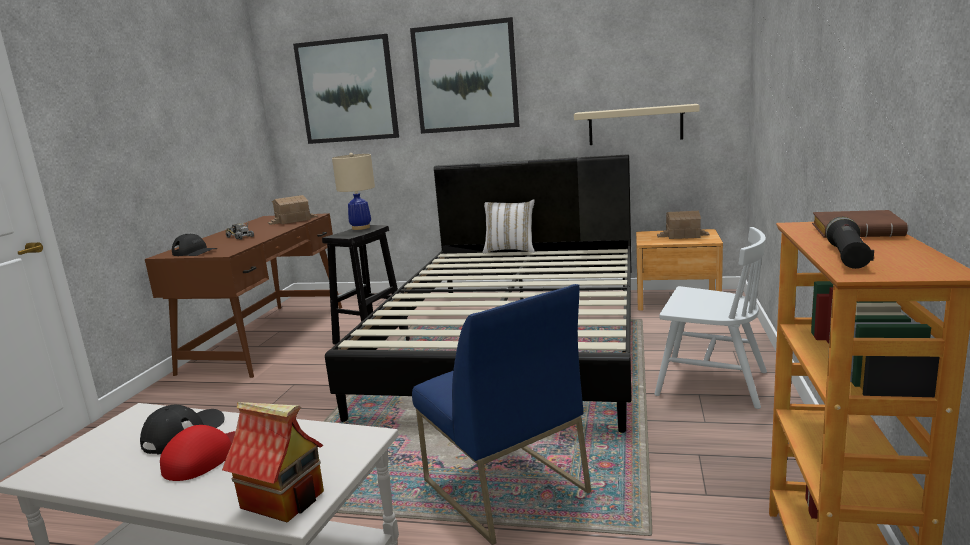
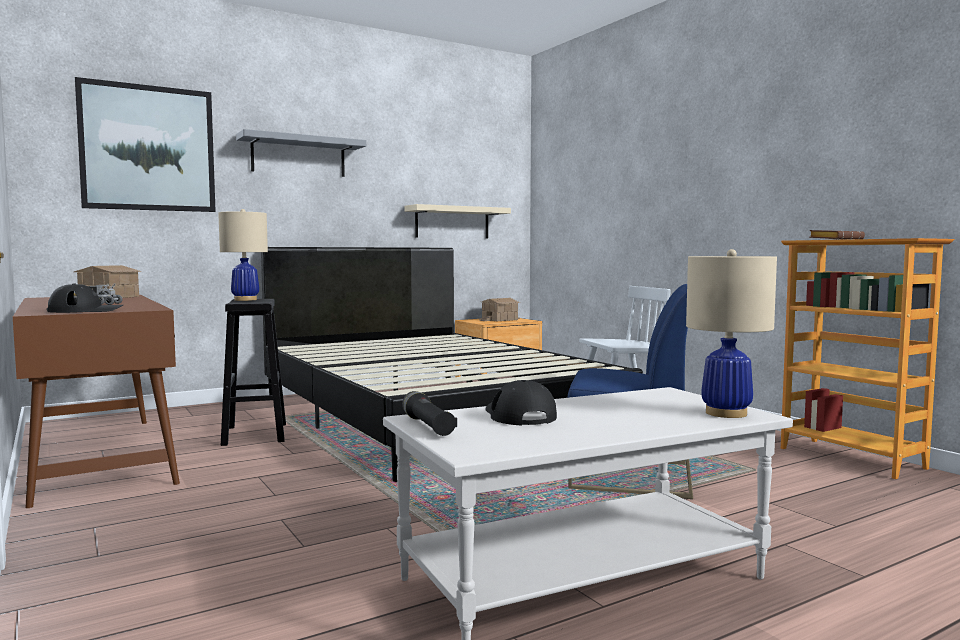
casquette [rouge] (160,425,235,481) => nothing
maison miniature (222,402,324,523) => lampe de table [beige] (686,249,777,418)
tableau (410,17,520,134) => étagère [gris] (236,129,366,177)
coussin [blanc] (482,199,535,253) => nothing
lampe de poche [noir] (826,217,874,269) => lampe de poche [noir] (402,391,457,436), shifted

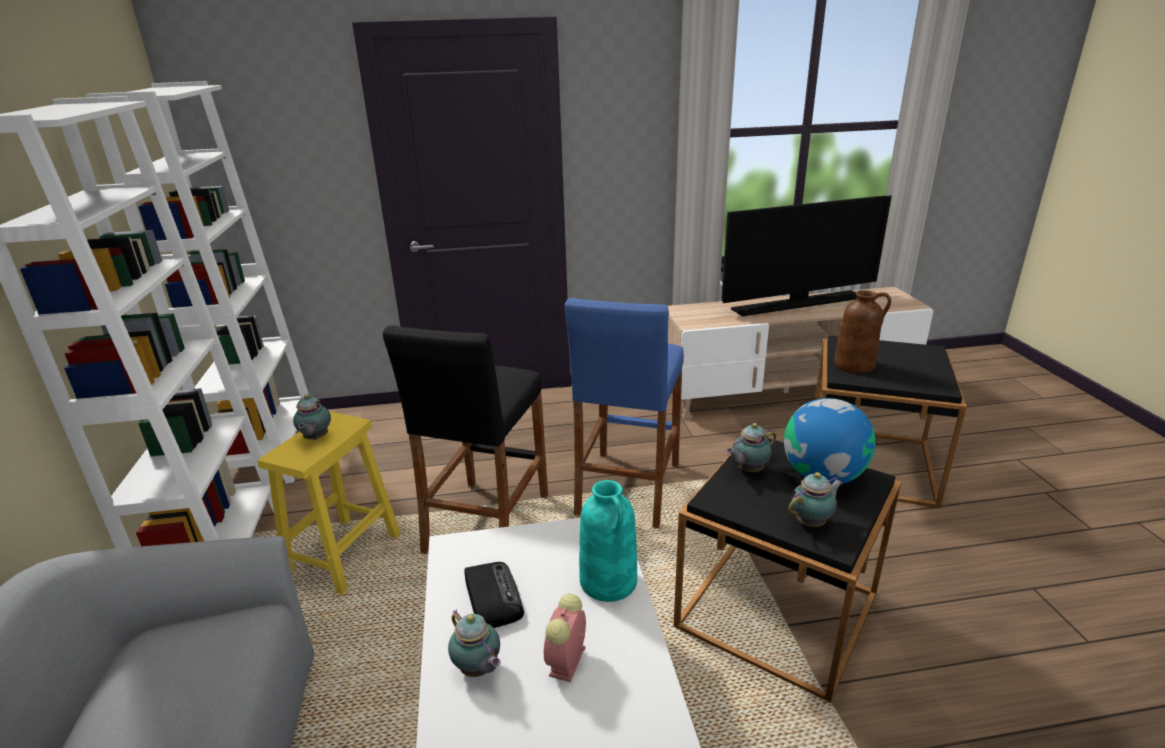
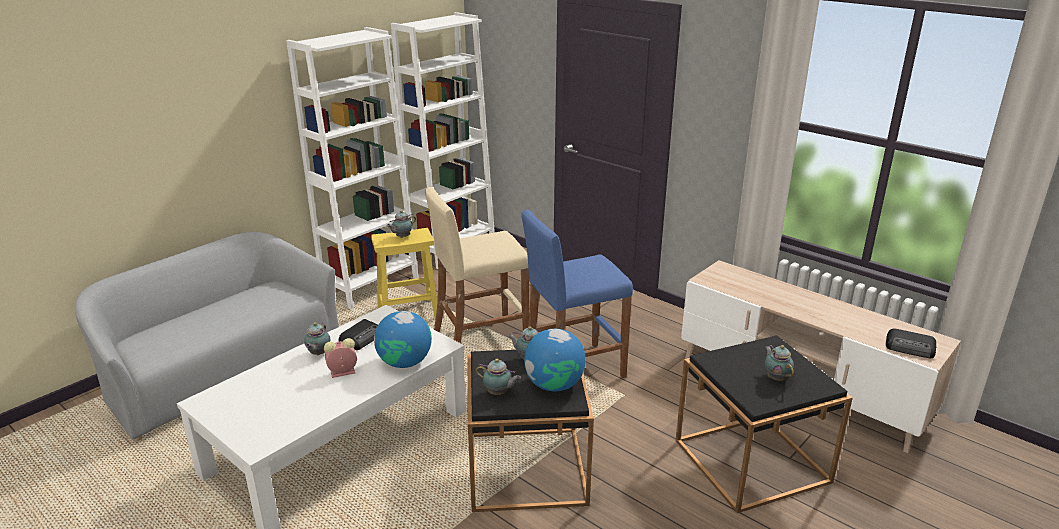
tabouret [noir] (383,325,548,554) => tabouret [beige] (425,187,529,343)
vase [turquoise] (579,480,637,602) => globe (374,311,432,368)
téléviseur (721,195,892,316) => nothing
vase [marron] (834,290,891,373) => nothing
nothing => théière (765,345,794,381)
nothing => radio (886,329,936,358)

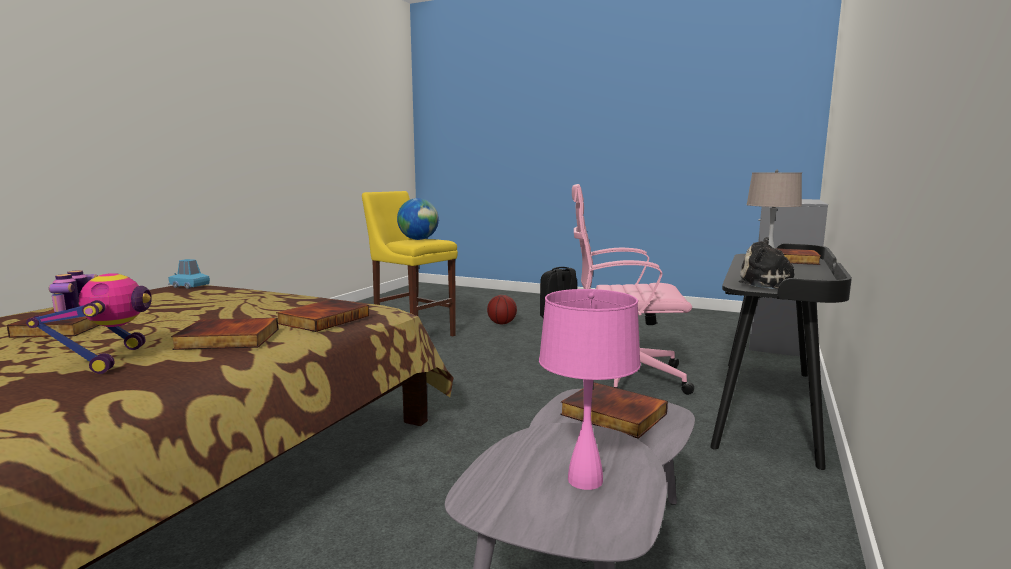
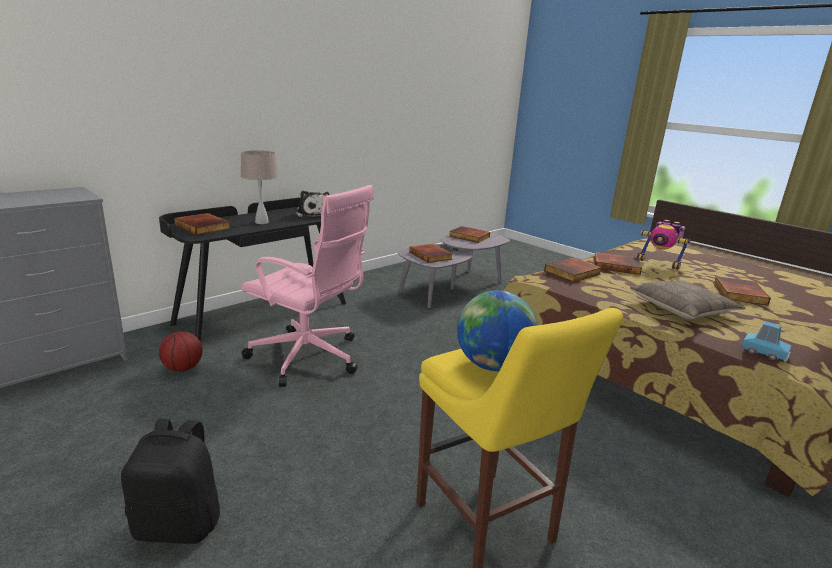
robot jouet (26,270,152,374) => robot jouet (636,220,691,269), 60 degrees counterclockwise
ballon de basket (487,295,517,324) => ballon de basket (159,331,203,371), shifted
lampe de table [rose] (539,289,641,490) => livre (449,226,490,243)
nothing => coussin (630,280,745,320)

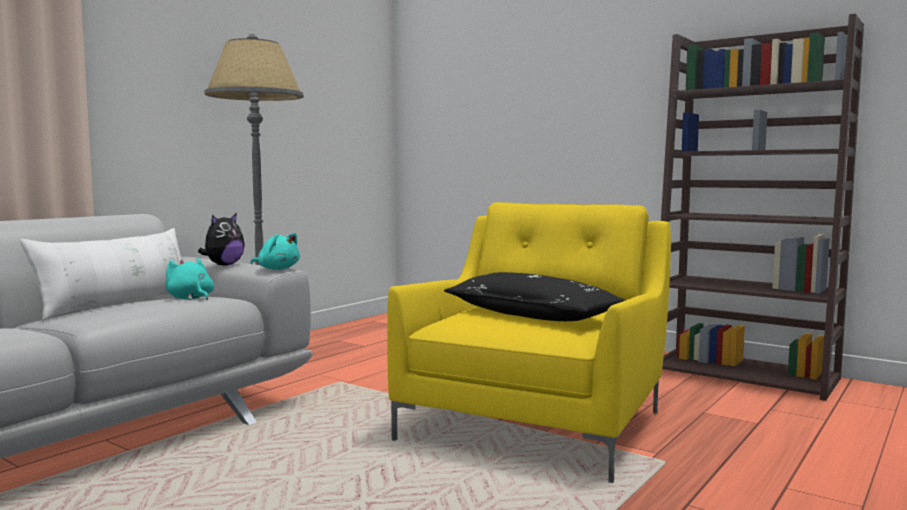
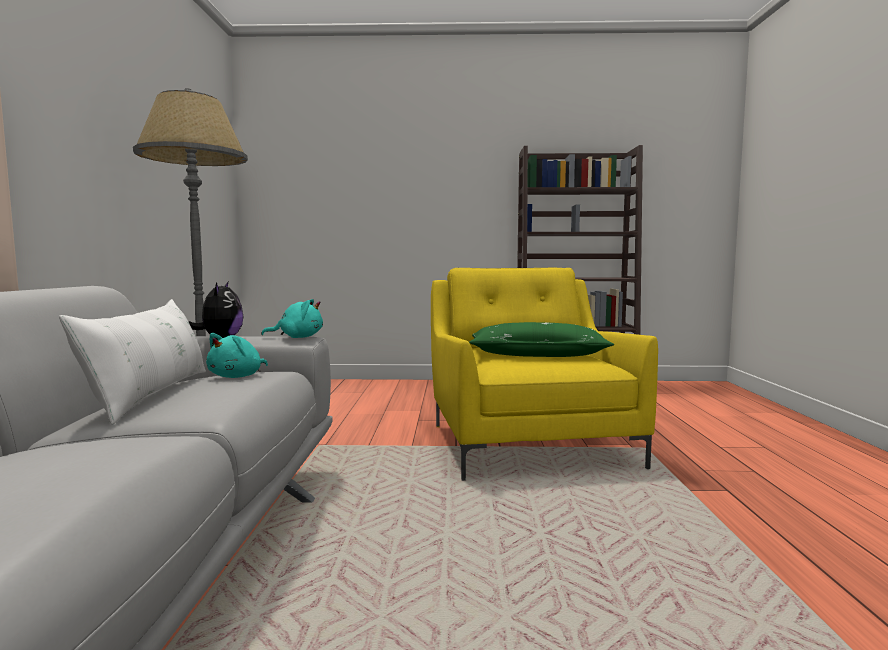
peluche [turquoise] (166,257,214,300) => peluche [turquoise] (206,333,268,378), 75 degrees counterclockwise
coussin [noir] (444,272,625,321) => coussin [vert] (469,322,614,357)

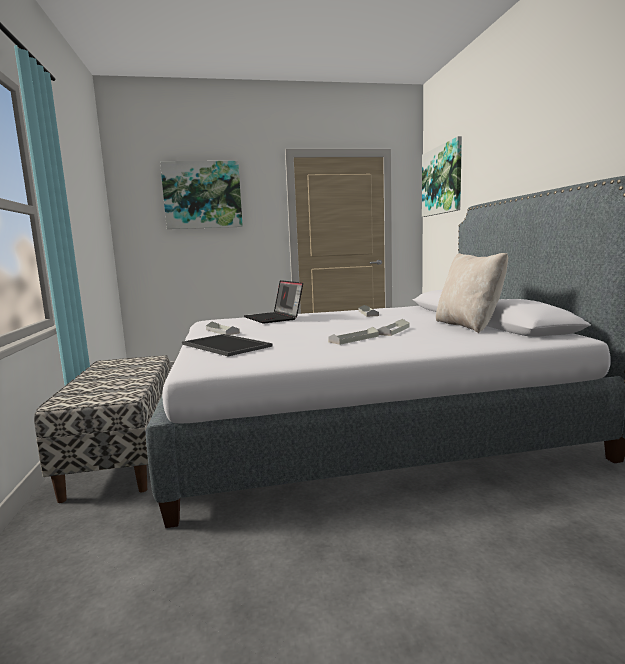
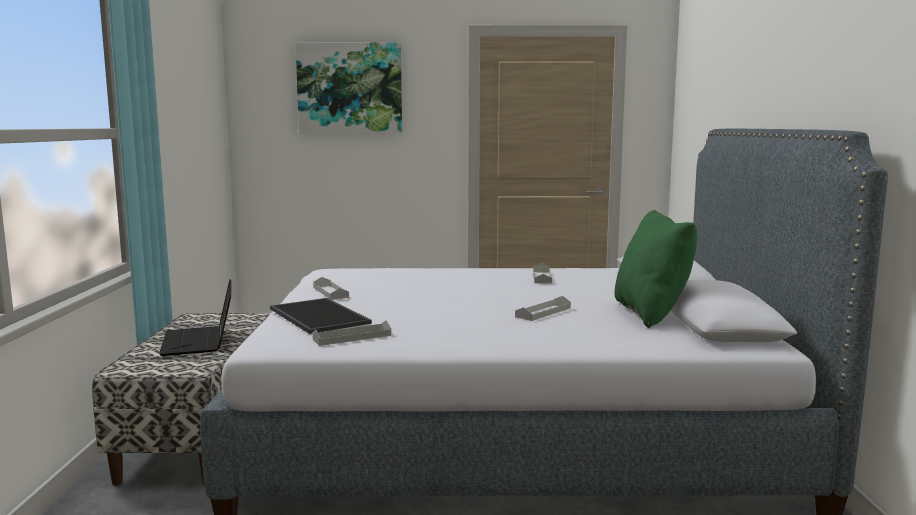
ordinateur portable (244,280,303,324) => ordinateur portable (159,279,231,356), shifted
plateau [gris] (328,327,379,345) => plateau [gris] (312,320,391,346), shifted
tableau (422,136,462,217) => nothing
coussin [beige] (436,253,508,333) => coussin [vert] (614,210,697,328)

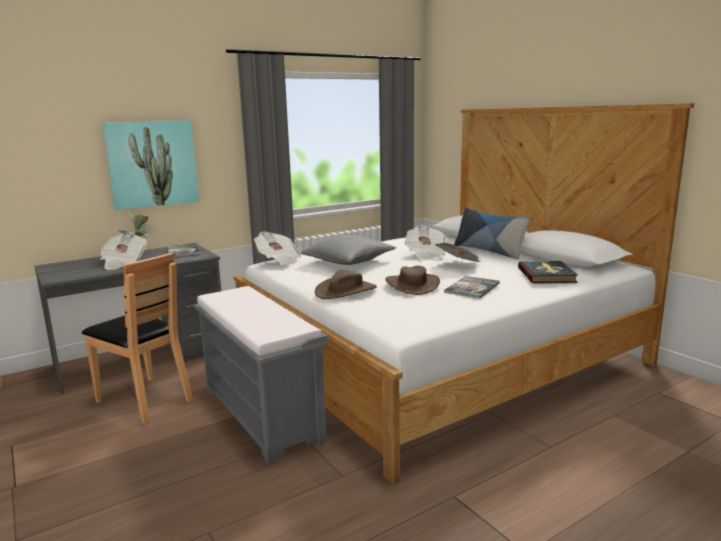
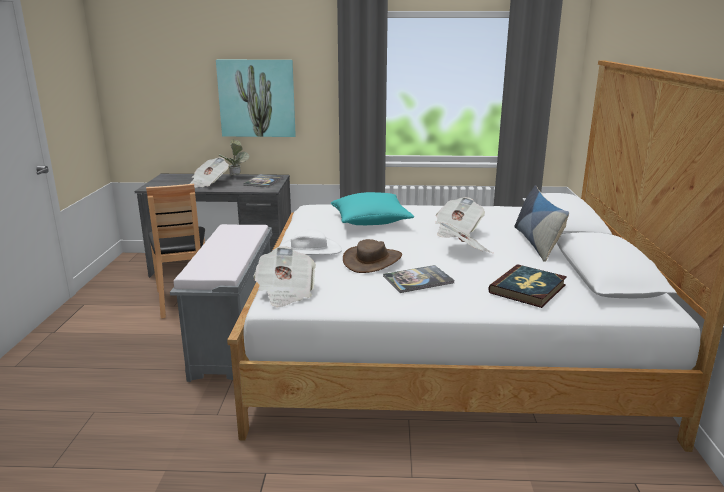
journal (254,232,301,265) => journal (253,246,316,307), shifted
coussin [gris] (301,235,396,265) => coussin [turquoise] (331,192,414,225)
chapeau [marron] (315,270,377,299) => chapeau [blanc] (279,229,342,255)

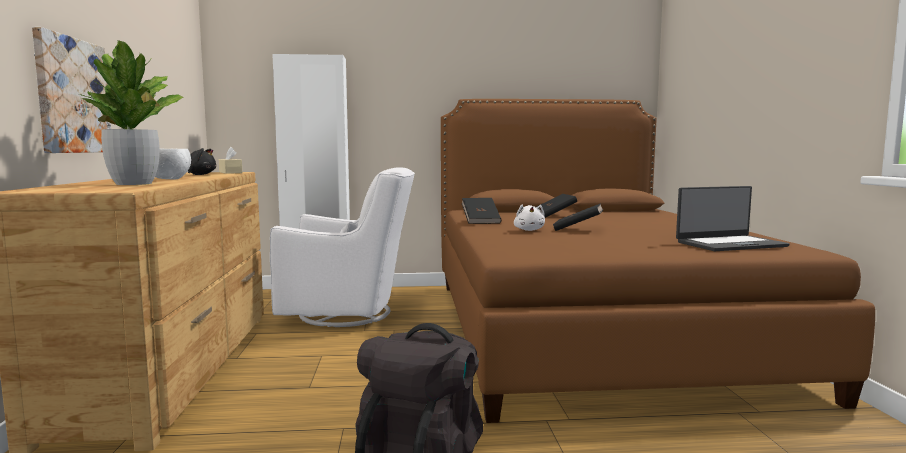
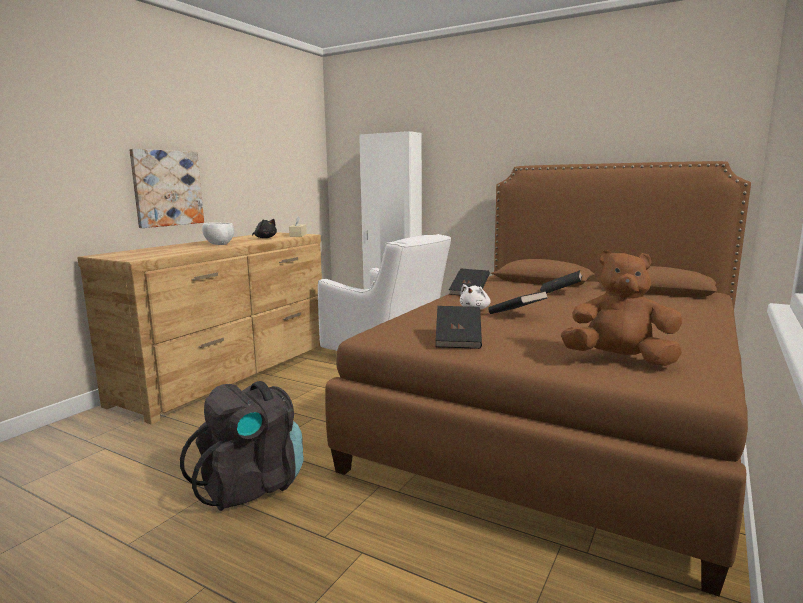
plante en pot (79,40,183,185) => nothing
ordinateur portable (676,186,789,251) => peluche [marron] (561,250,682,366)
nothing => livre [noir] (436,306,482,349)

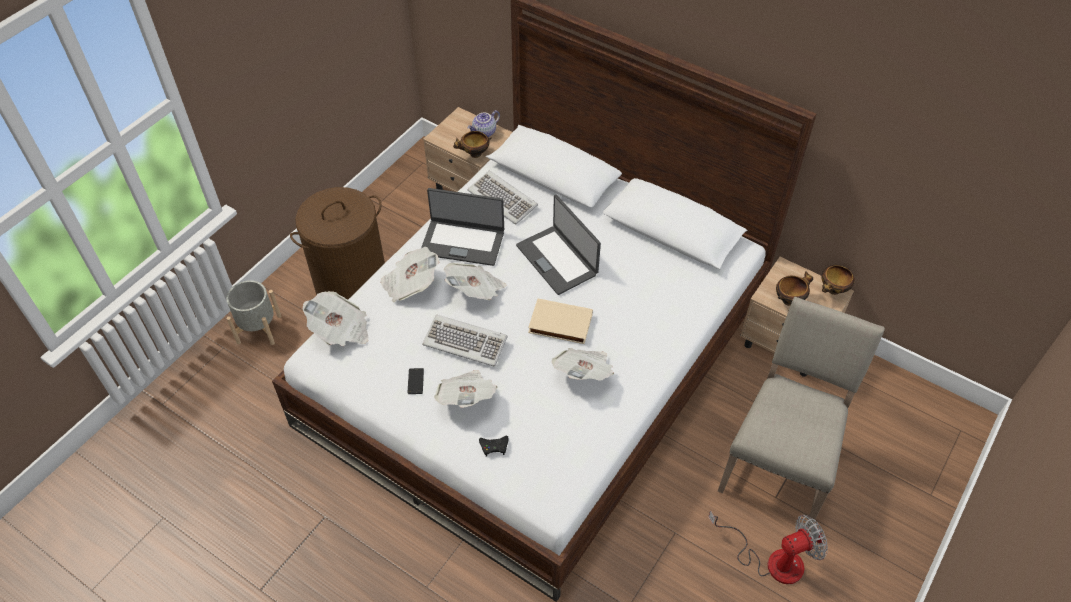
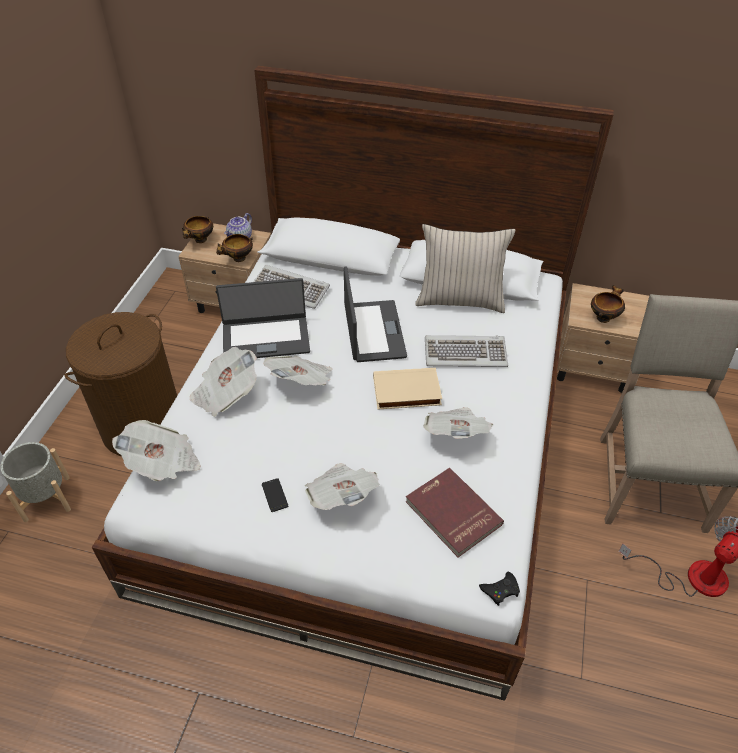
clavier (422,315,508,366) => clavier (425,335,508,367), shifted
manette [noir] (479,436,509,457) => manette [noir] (479,572,520,606), shifted
ordinateur portable (516,195,601,295) => ordinateur portable (344,266,407,362), 135 degrees counterclockwise
bol (821,265,855,295) => bol (182,216,213,243), shifted
nothing => livre [rouge] (405,468,504,557)
nothing => coussin [beige] (415,224,515,313)

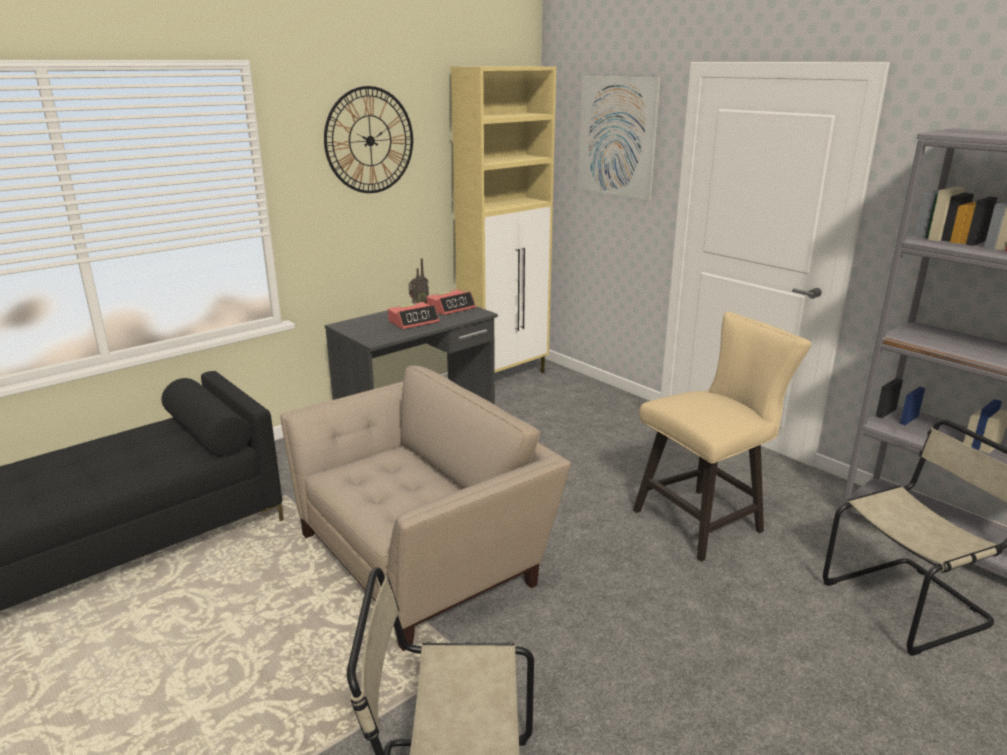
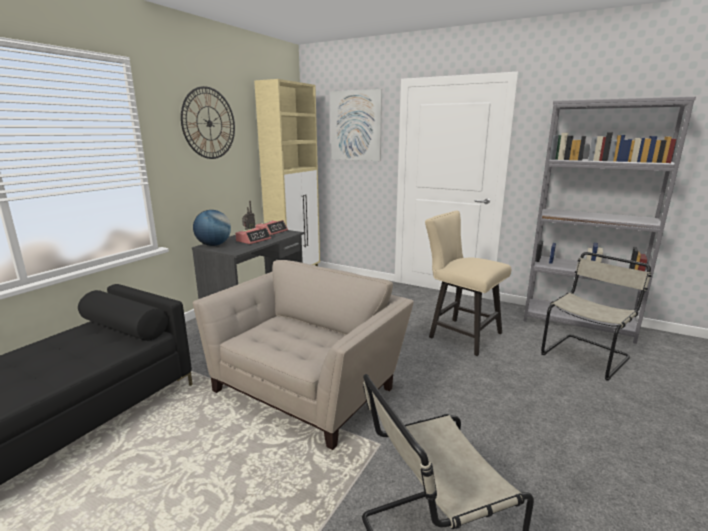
chaise [beige] (633,311,811,562) => chaise [beige] (425,211,511,356), 90 degrees counterclockwise
nothing => globe (193,210,231,246)

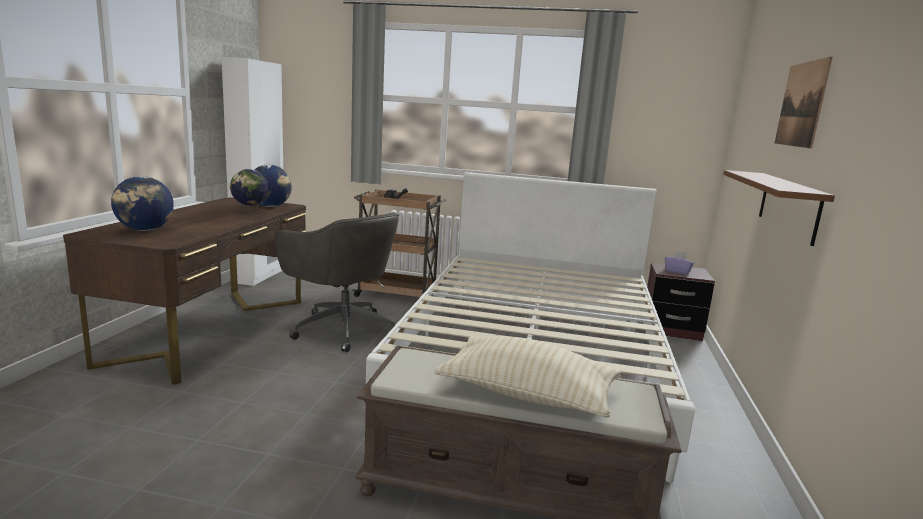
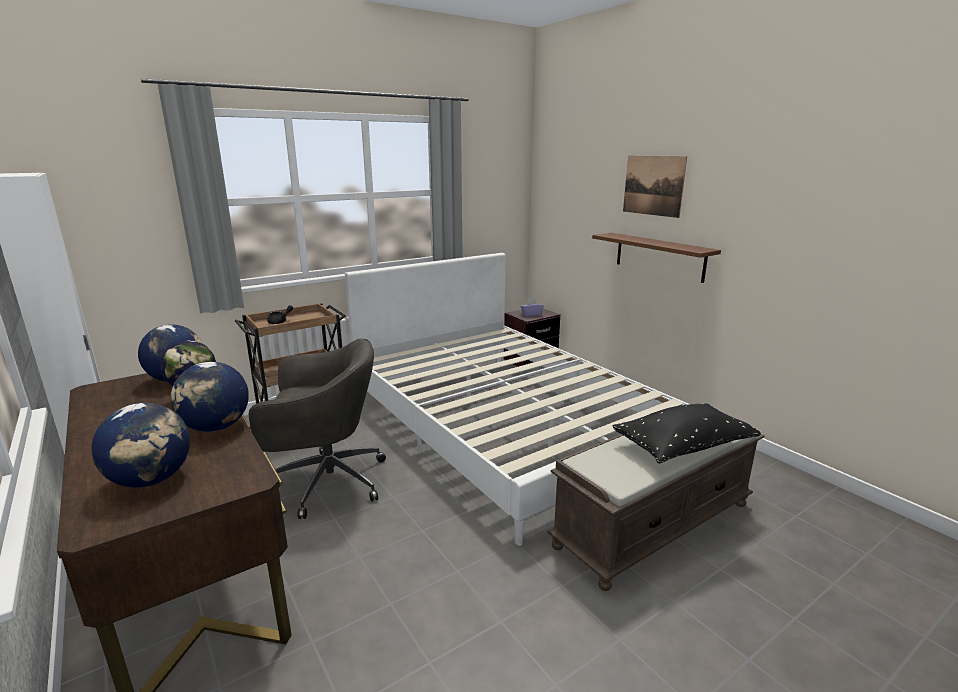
coussin [beige] (434,336,621,418) => coussin [noir] (613,403,761,463)
nothing => globe (171,362,249,432)

